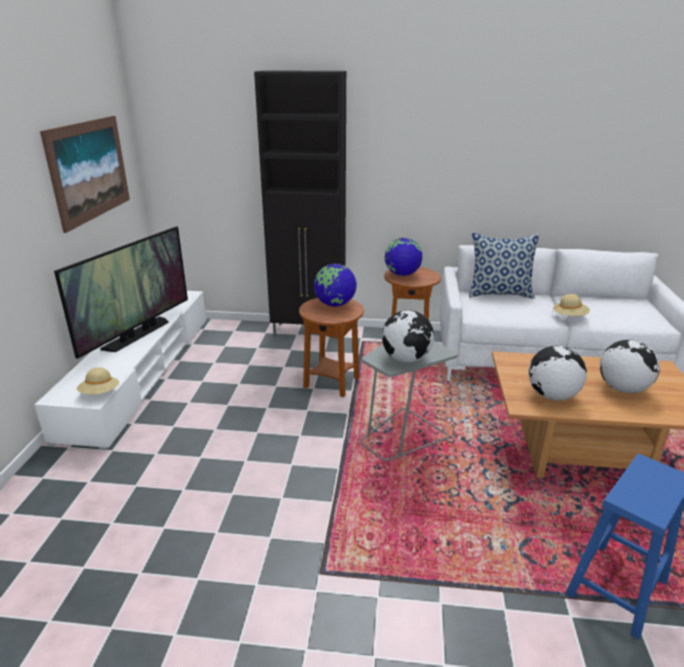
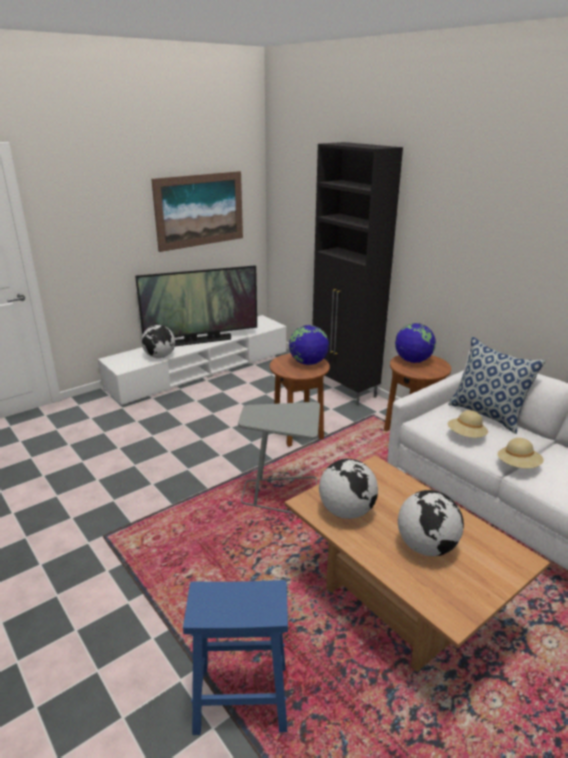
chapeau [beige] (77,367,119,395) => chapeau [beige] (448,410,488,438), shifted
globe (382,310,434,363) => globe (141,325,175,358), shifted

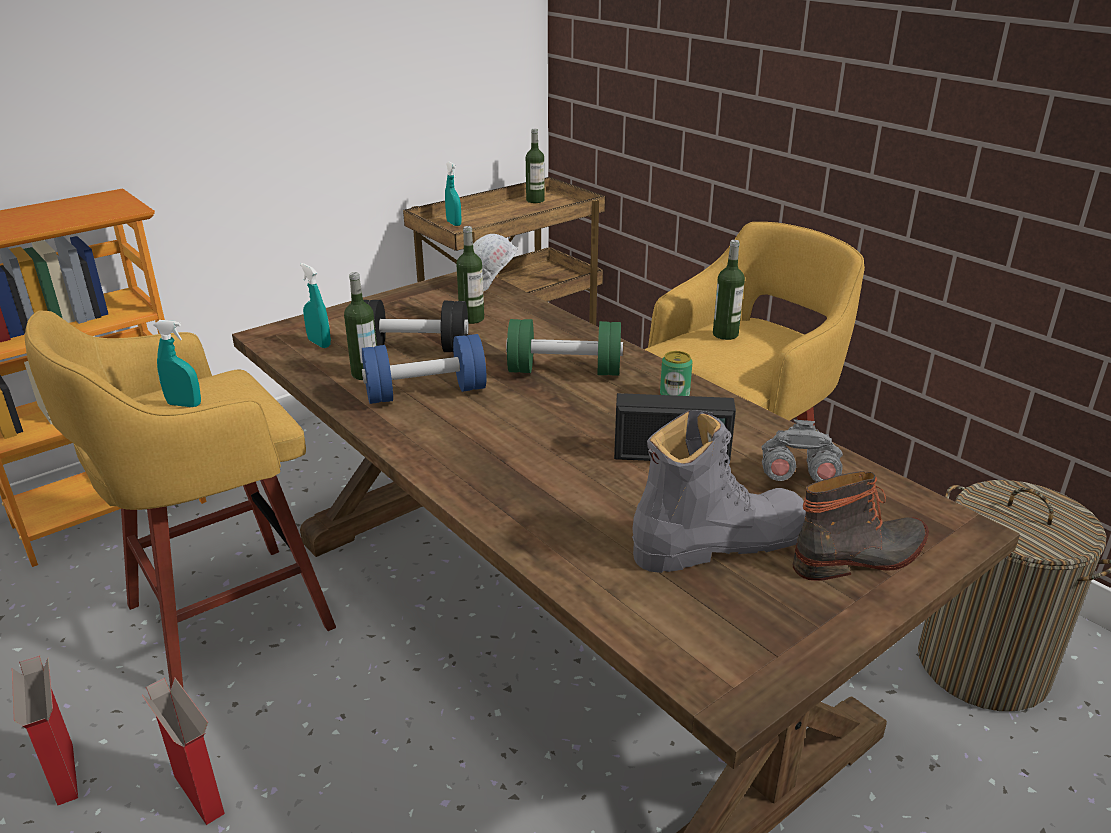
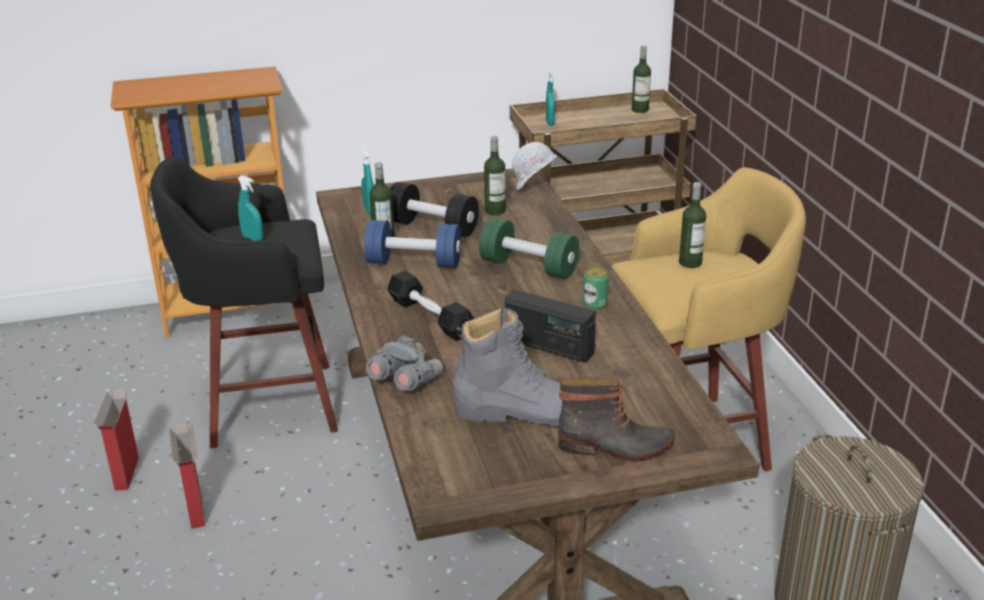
tabouret [jaune] (25,310,336,689) => tabouret [noir] (150,156,338,448)
jumelles [gris] (761,420,843,482) => jumelles [gris] (366,335,443,391), shifted
nothing => haltère [noir] (387,270,474,341)

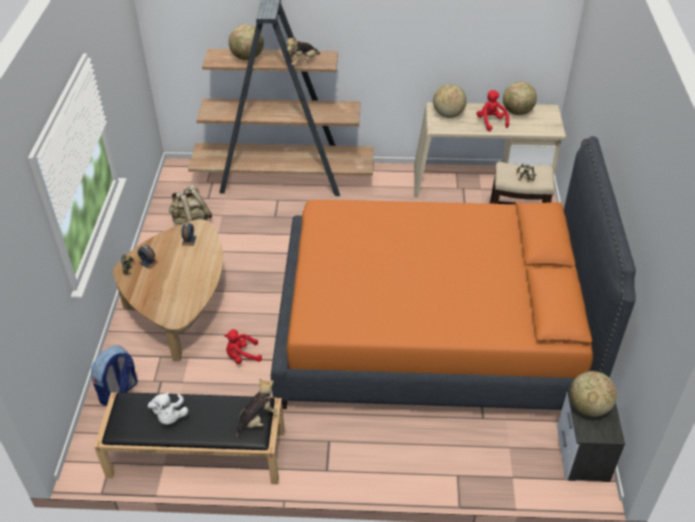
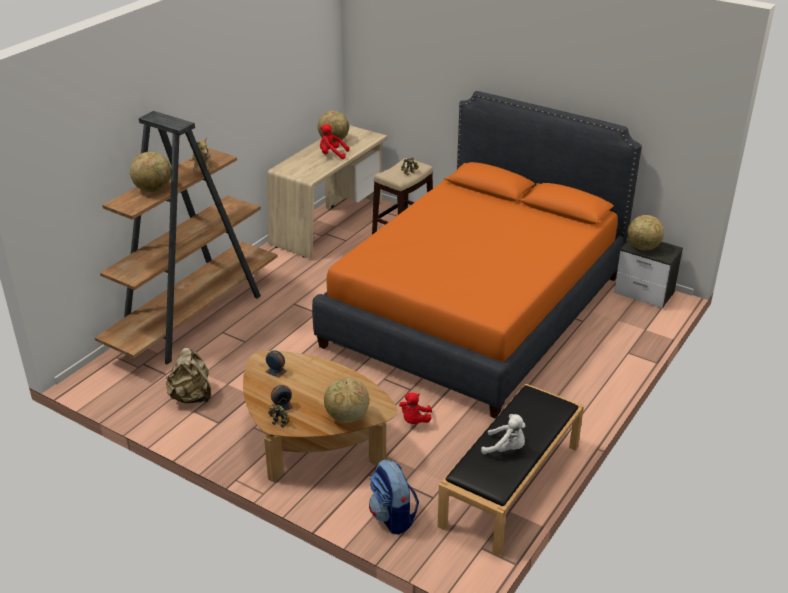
peluche (235,379,278,440) => nothing
globe (433,84,467,118) => globe (324,377,369,423), shifted

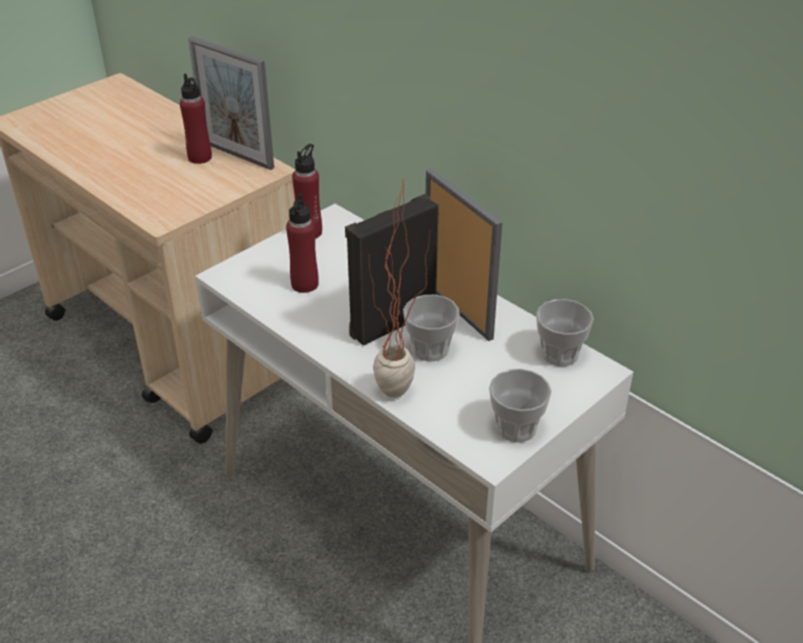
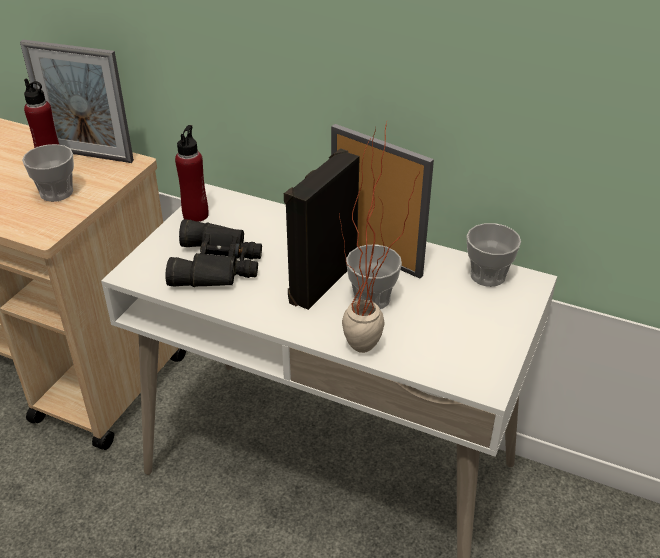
bouteille [rouge] (286,193,319,293) => jumelles [noir] (165,219,262,287)
tasse (489,369,552,443) => tasse (22,144,74,202), shifted

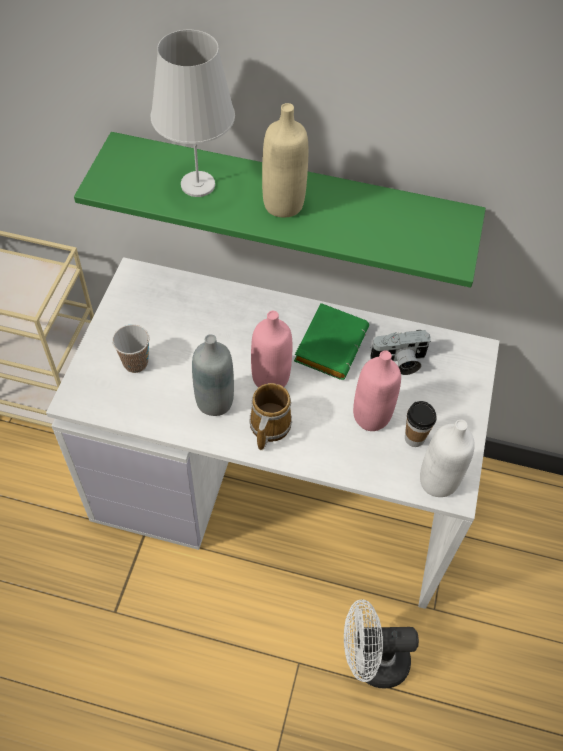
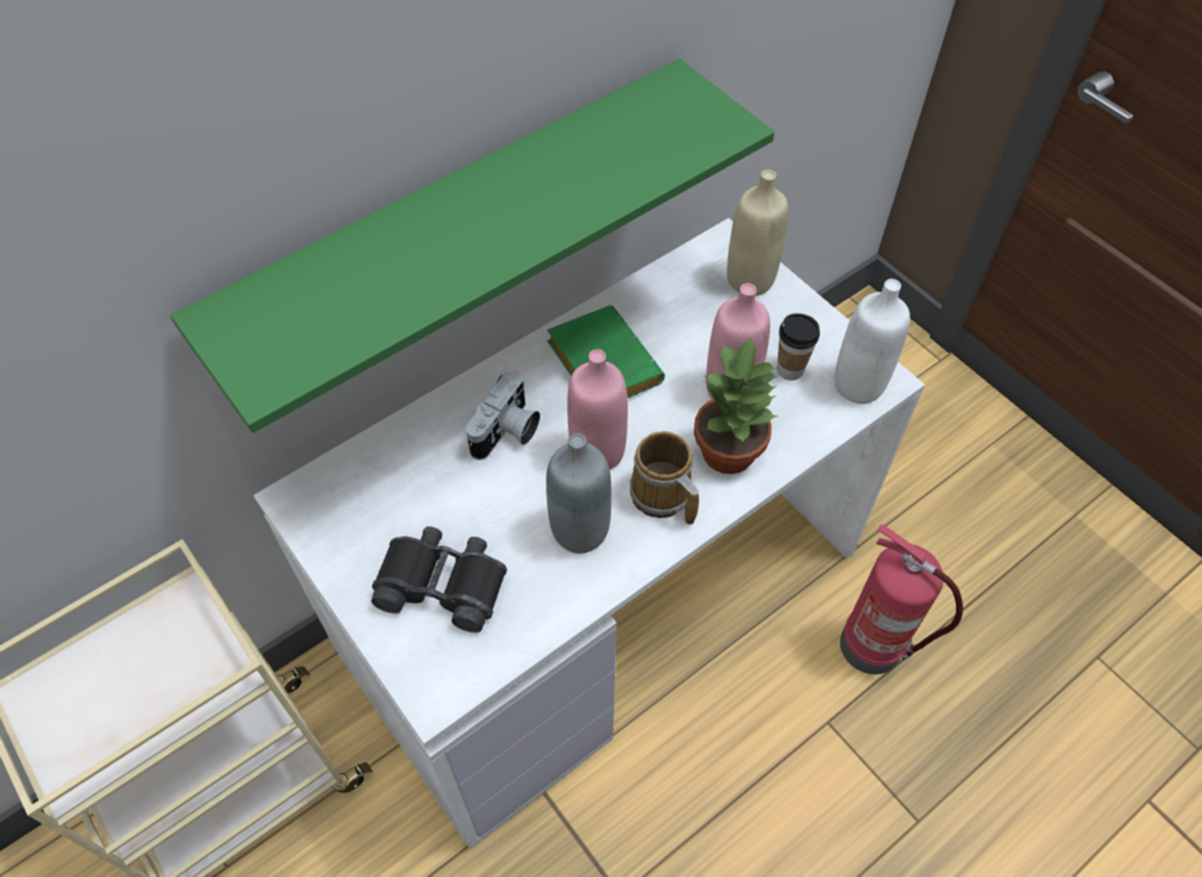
tasse (112,325,150,373) => jumelles [noir] (371,526,507,633)
lampe de table [blanc] (151,30,235,197) => nothing
bouteille [beige] (262,103,308,217) => bouteille [beige] (727,170,789,296), shifted
ventilateur [blanc] (344,599,419,689) => extincteur (840,524,963,674)
appareil photo (370,330,431,375) => appareil photo (466,372,540,460), shifted
nothing => plante en pot (694,337,778,474)

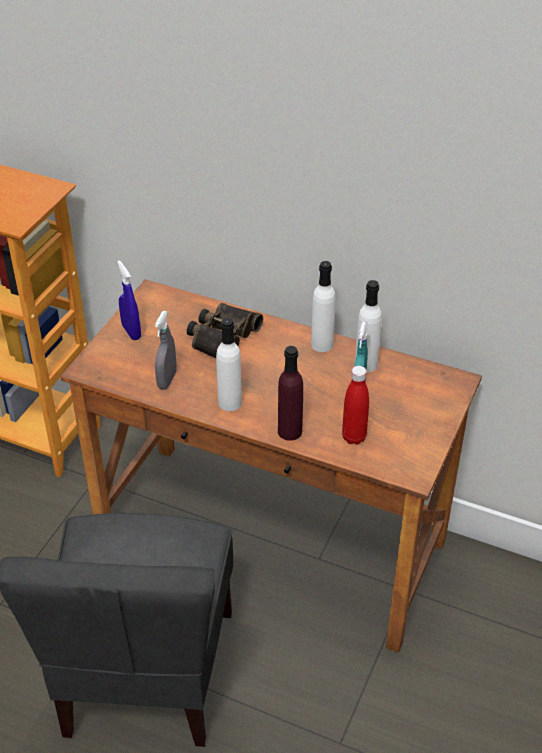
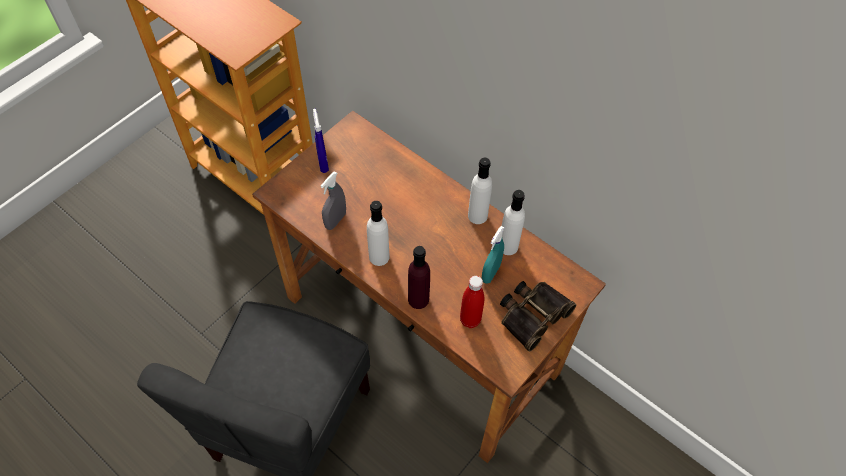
jumelles (187,303,263,358) => jumelles (500,281,576,352), shifted

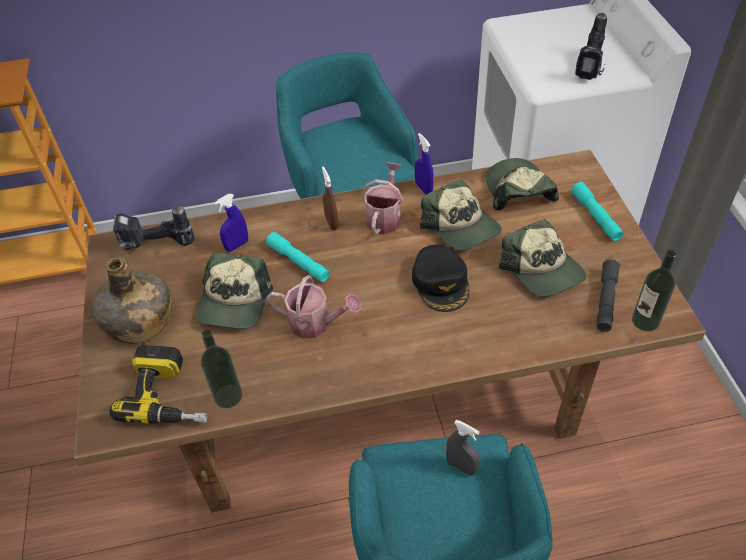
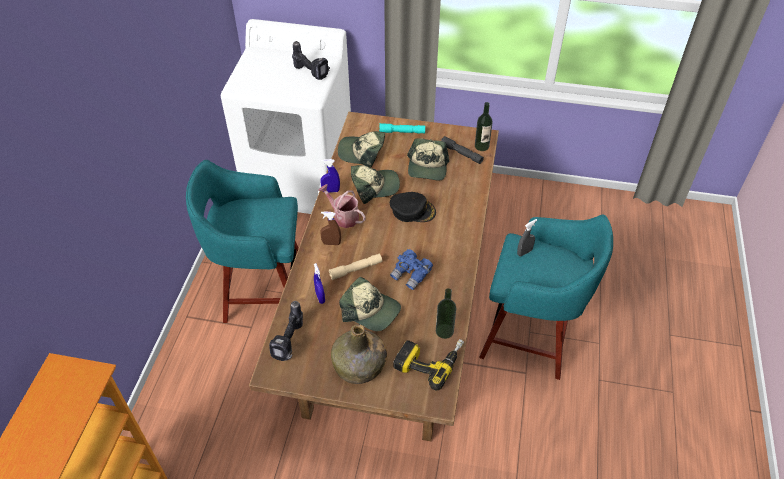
lampe de poche [turquoise] (266,232,330,282) => lampe de poche [beige] (329,254,382,280)
arrosoir (267,275,361,339) => jumelles [bleu] (390,249,433,290)
casquette (499,219,587,297) => casquette (407,138,449,181), 105 degrees clockwise

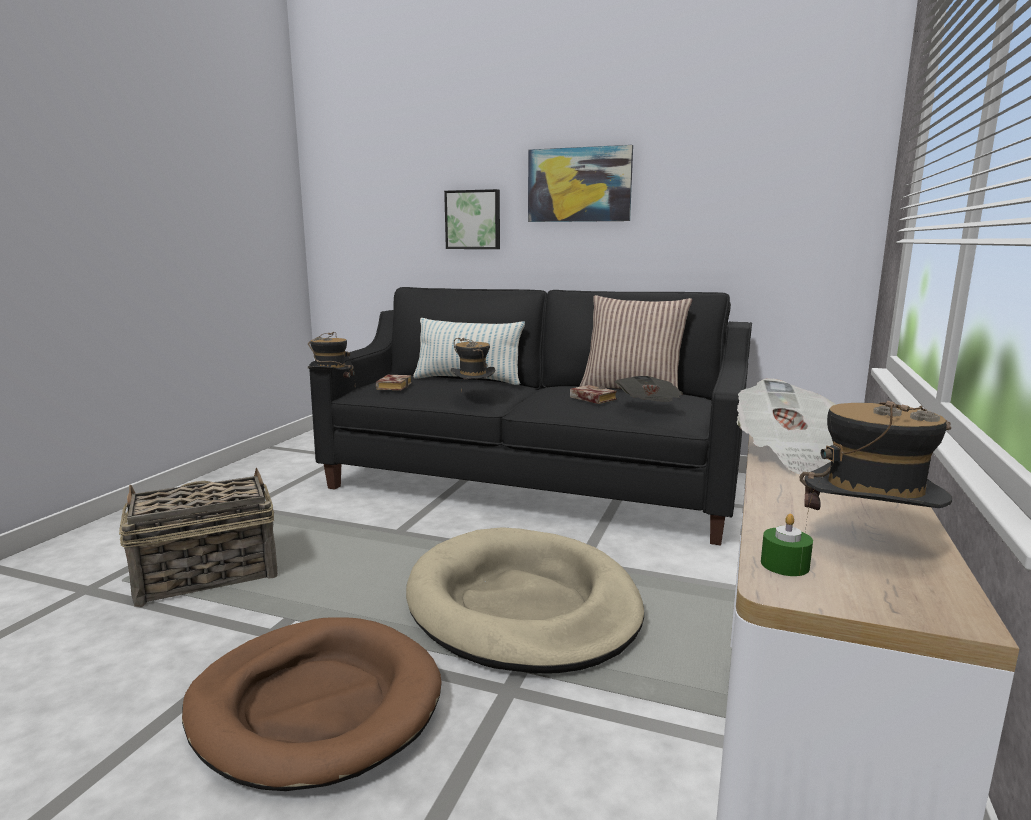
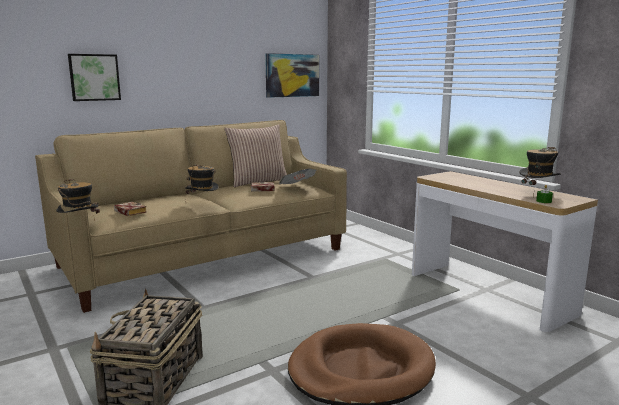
canapé [noir] (309,287,752,546) => canapé [beige] (35,120,347,313)
panier pour chien [beige] (406,527,644,674) => nothing
coussin (413,318,525,385) => nothing
tableau (528,145,633,222) => tableau (265,53,319,98), shifted
journal (737,378,836,475) => nothing

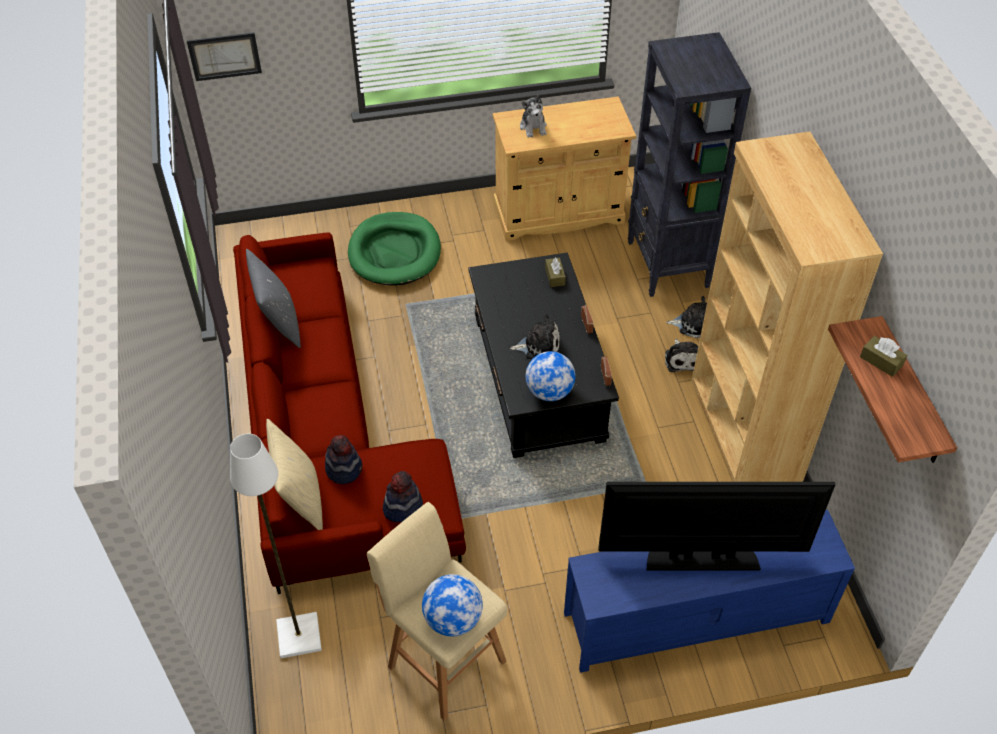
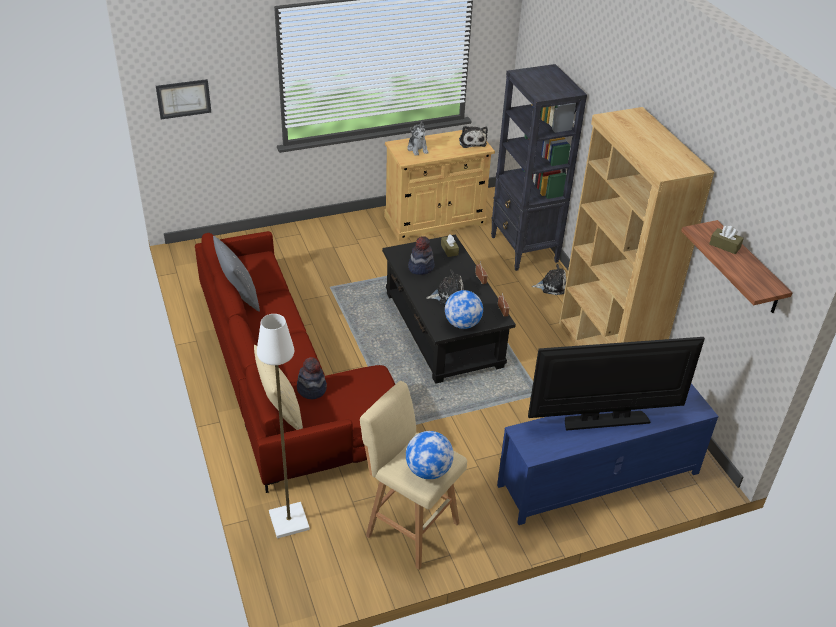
panier pour chien [vert] (348,212,441,286) => nothing
chapeau (383,471,423,522) => chapeau (408,236,435,275), shifted
peluche (665,339,698,372) => peluche (459,126,488,148), shifted

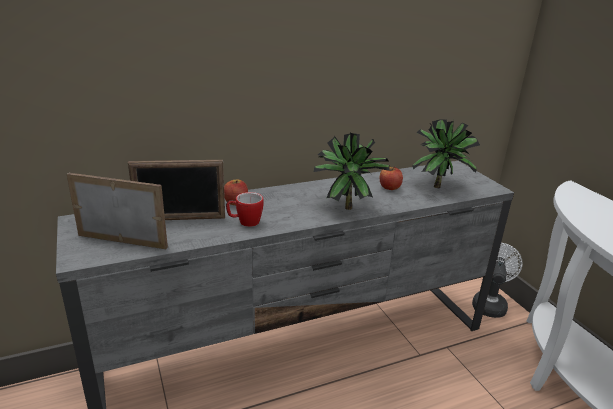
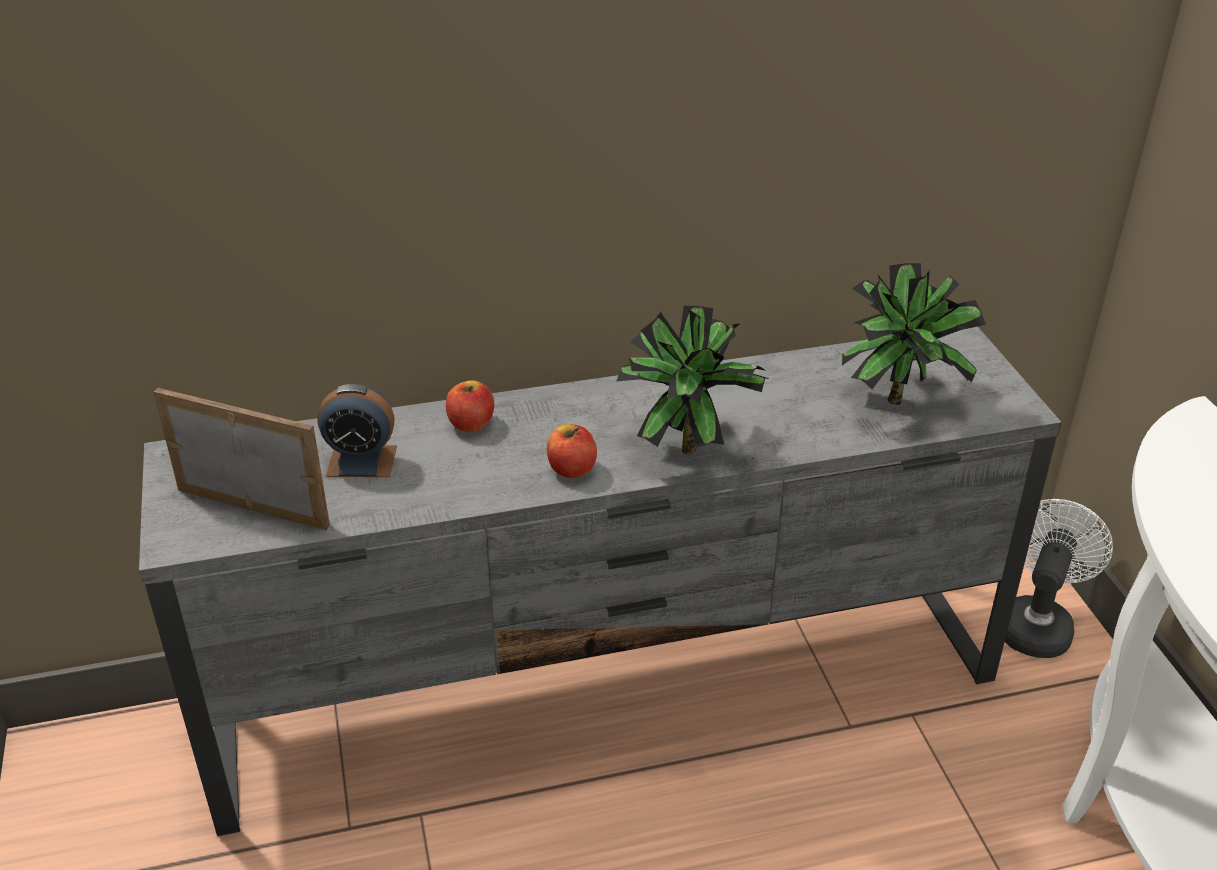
cadre photo (128,160,225,220) => réveil (318,384,397,477)
mug (226,192,264,227) => nothing
pomme (380,166,403,190) => pomme (547,424,597,478), shifted

